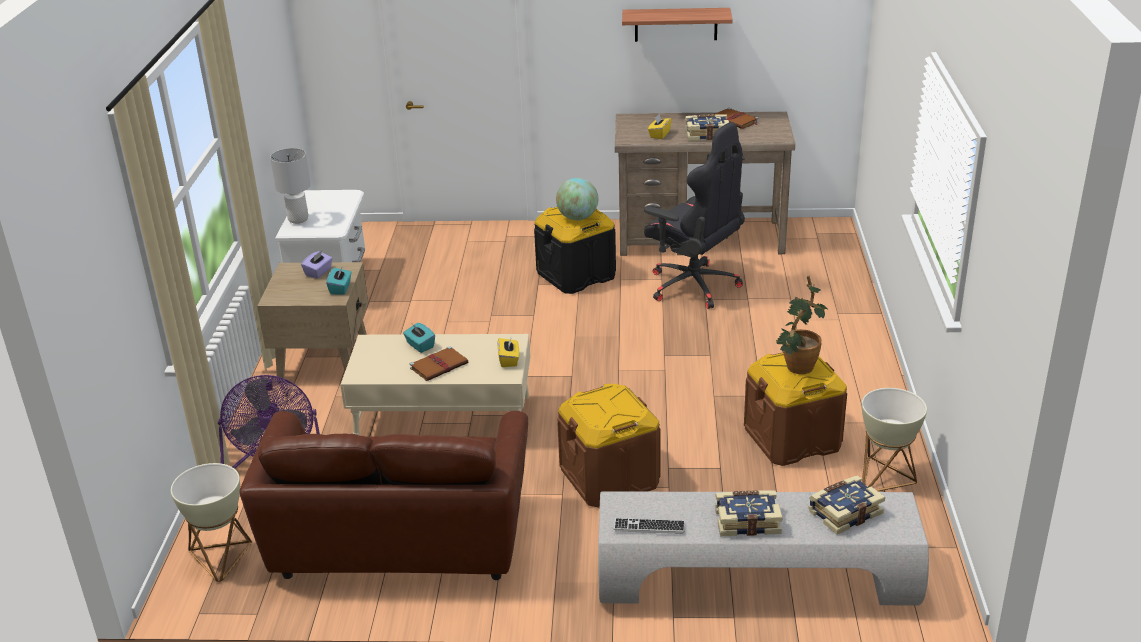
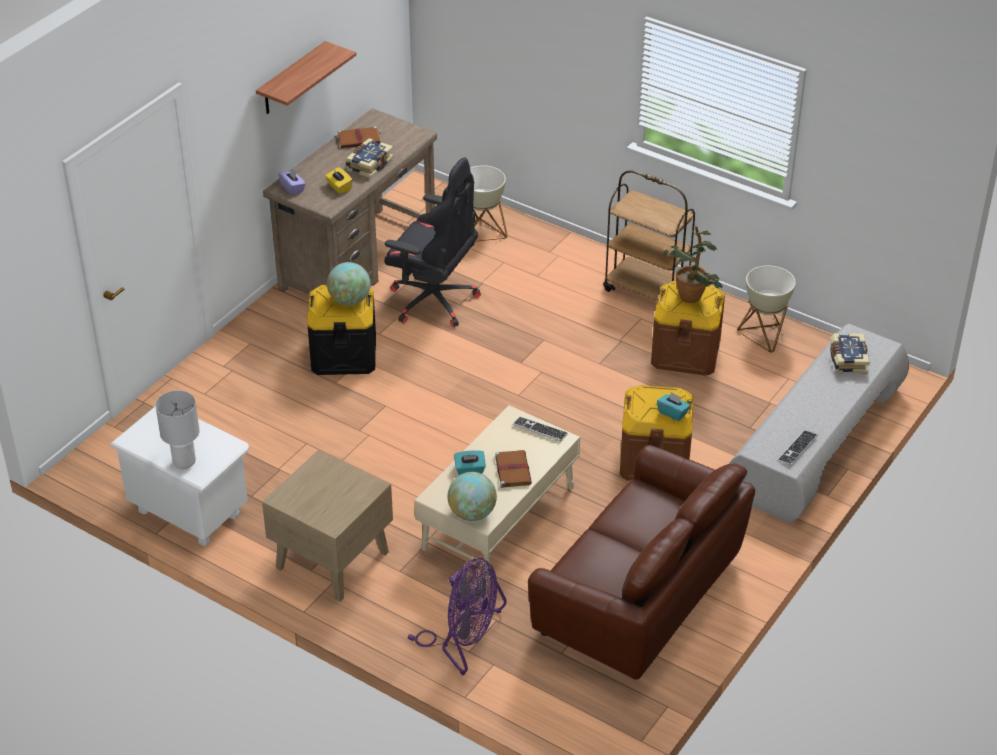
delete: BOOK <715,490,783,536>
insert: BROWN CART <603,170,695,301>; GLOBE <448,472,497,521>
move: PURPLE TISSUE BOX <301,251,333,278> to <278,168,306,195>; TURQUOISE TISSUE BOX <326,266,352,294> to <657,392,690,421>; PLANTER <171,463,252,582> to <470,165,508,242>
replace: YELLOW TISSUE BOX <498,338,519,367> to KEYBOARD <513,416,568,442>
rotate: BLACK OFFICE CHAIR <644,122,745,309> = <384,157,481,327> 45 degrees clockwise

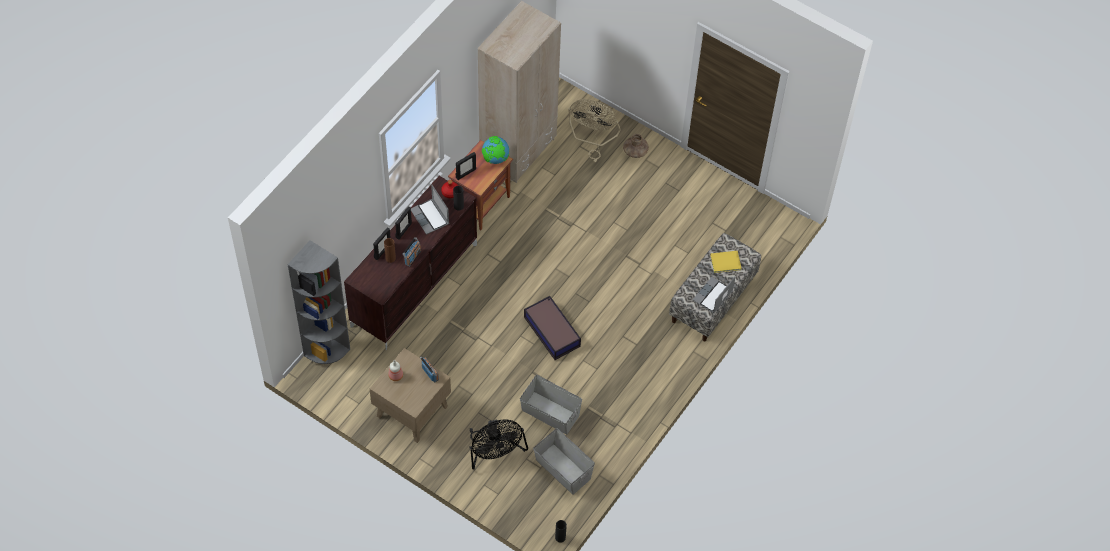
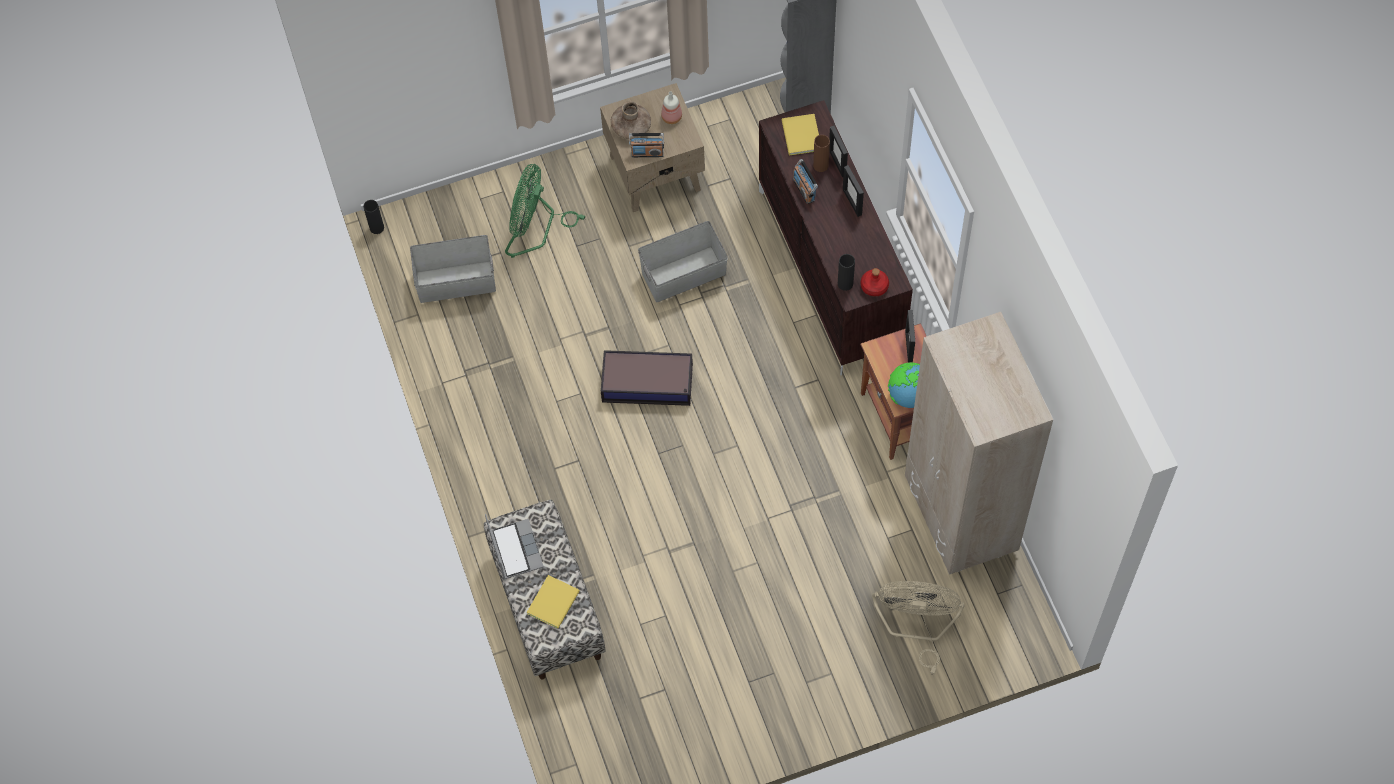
delete: LAPTOP <411,184,449,235>
insert: YELLOW BOOK <782,114,819,155>
move: BROWN VASE <623,134,649,158> to <610,101,651,139>; GREY STORAGE BOX <520,375,582,434> to <638,221,728,302>
recolor: BLACK FAN <469,419,528,470> to GREEN FAN <505,164,585,258>
rotate: BEIGE FAN <568,99,621,163> = <872,581,965,674> 135 degrees counterclockwise

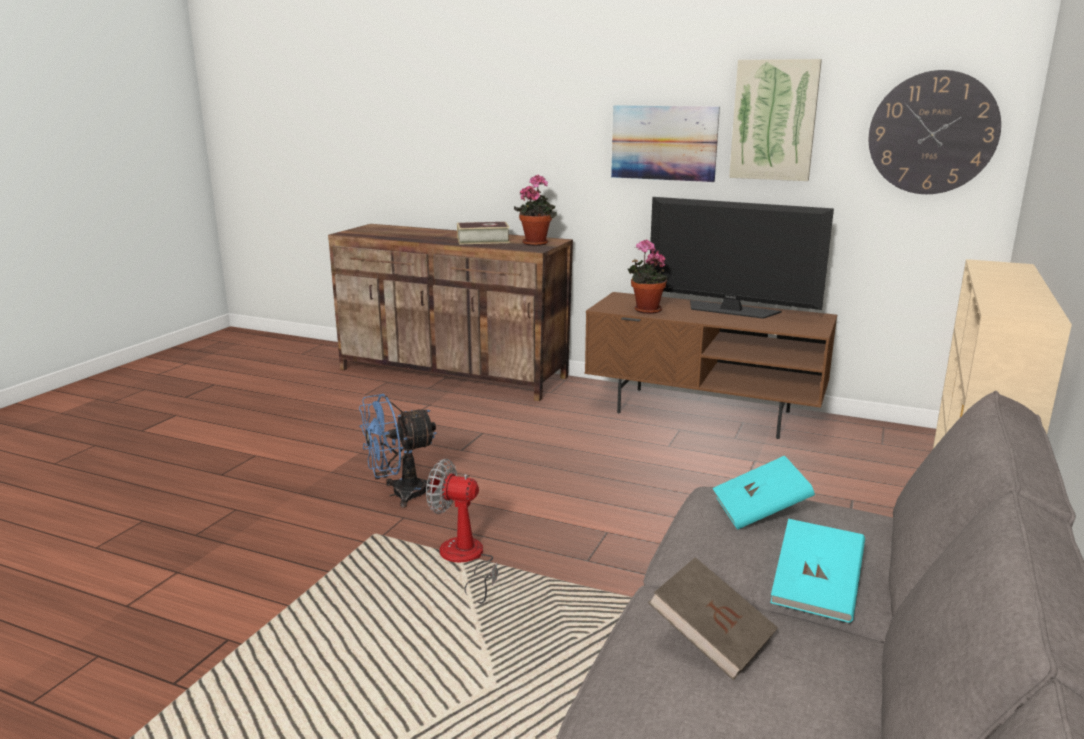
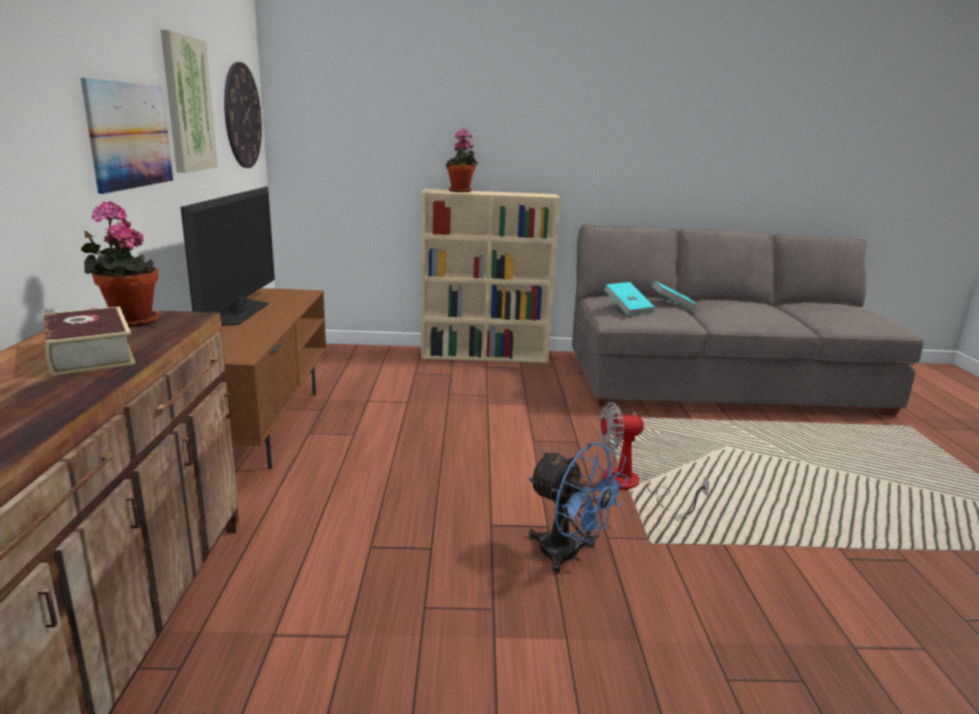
delete: BROWN BOOK <648,557,778,680>
move: POTTED PLANT <627,239,668,314> to <445,128,478,192>
rotate: FAN <426,459,498,604> = <600,402,709,514> 90 degrees clockwise

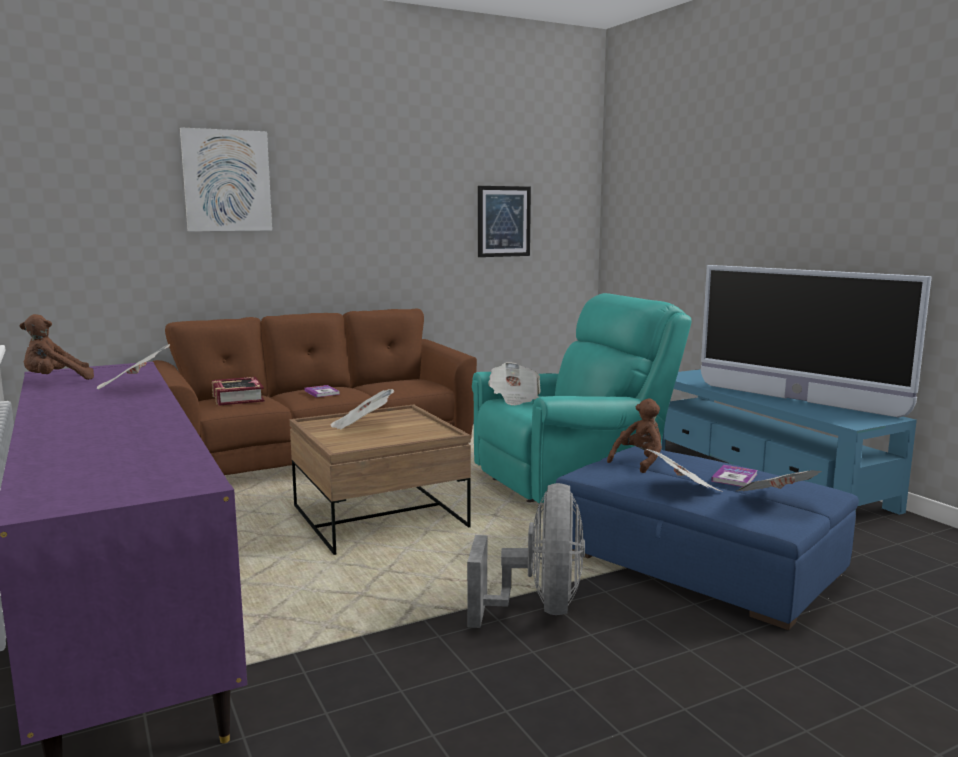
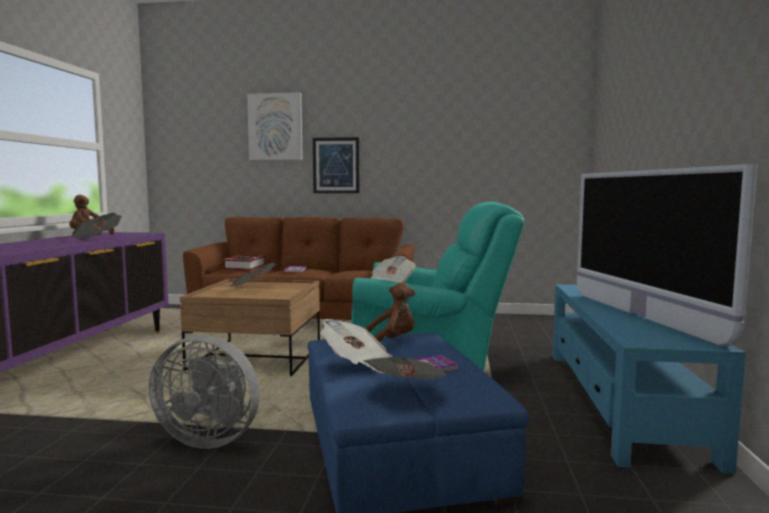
move: PICTURE <478,186,531,257> to <313,137,359,193>
rotate: GREY FAN <467,483,585,628> = <149,335,260,449> 60 degrees clockwise

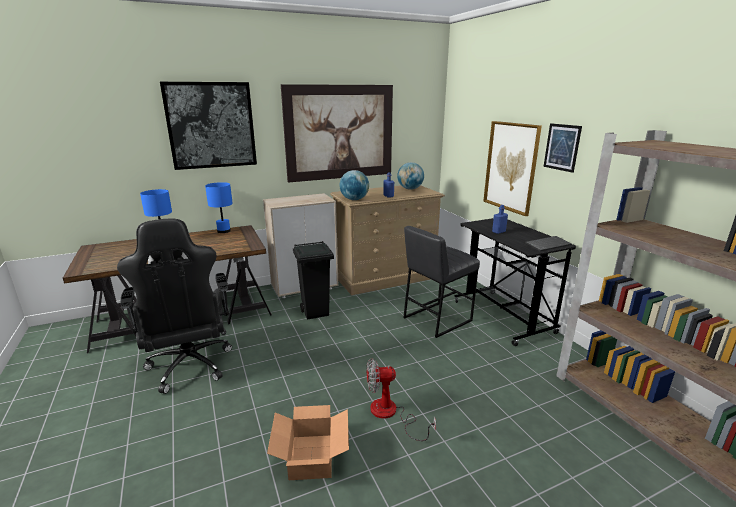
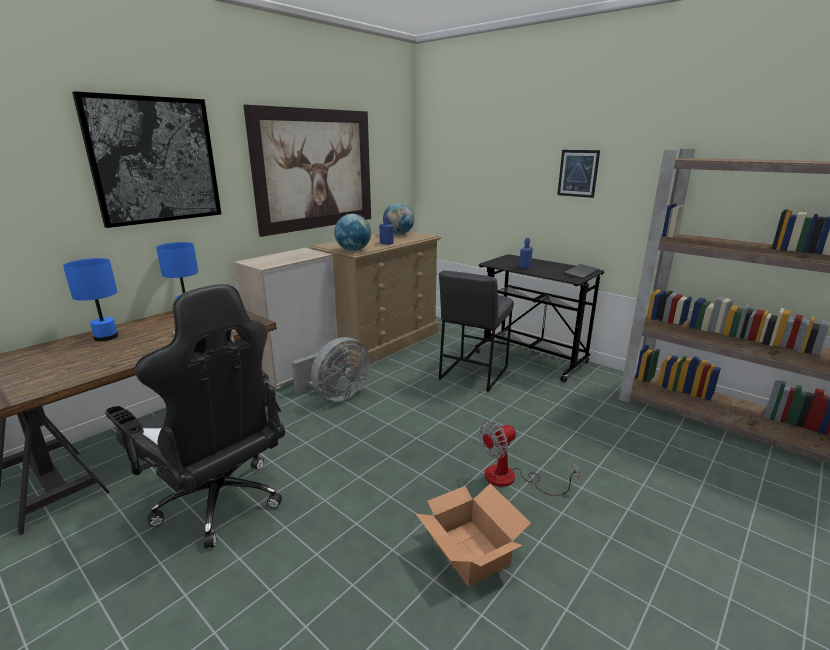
delete: PICTURE <483,121,542,216>
replace: BLACK TRASH CAN <293,241,334,320> to GREY FAN <292,337,370,402>

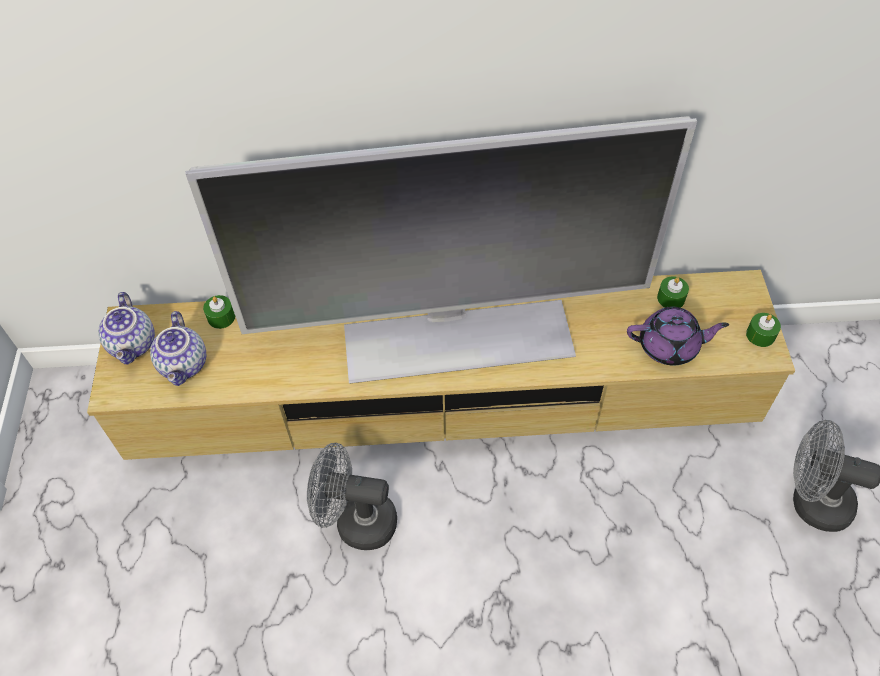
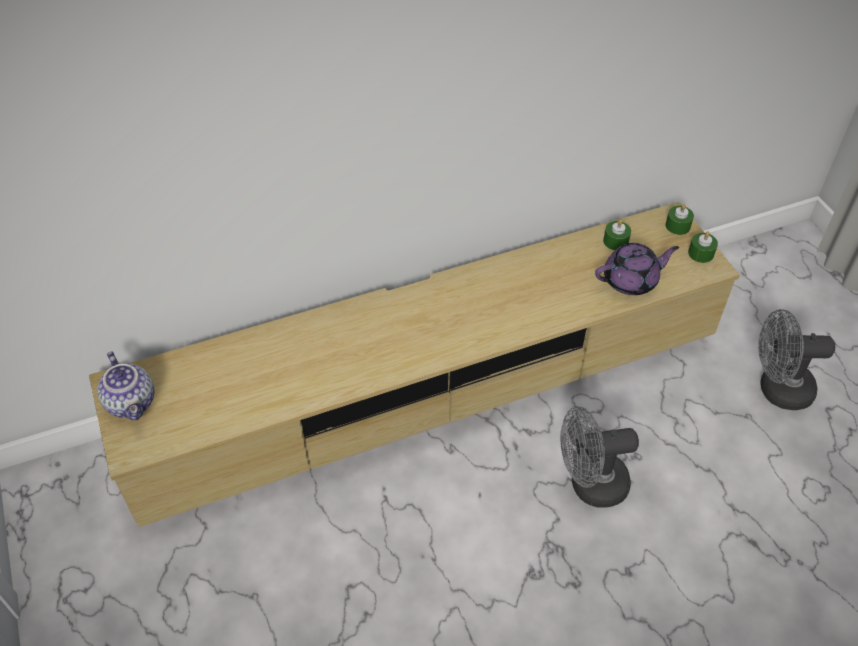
delete: TELEVISION <186,116,697,384>; TEAPOT <150,311,206,386>
move: GREEN CANDLE <203,295,235,329> to <665,204,694,235>; GREY FAN <307,443,397,550> to <560,406,639,508>

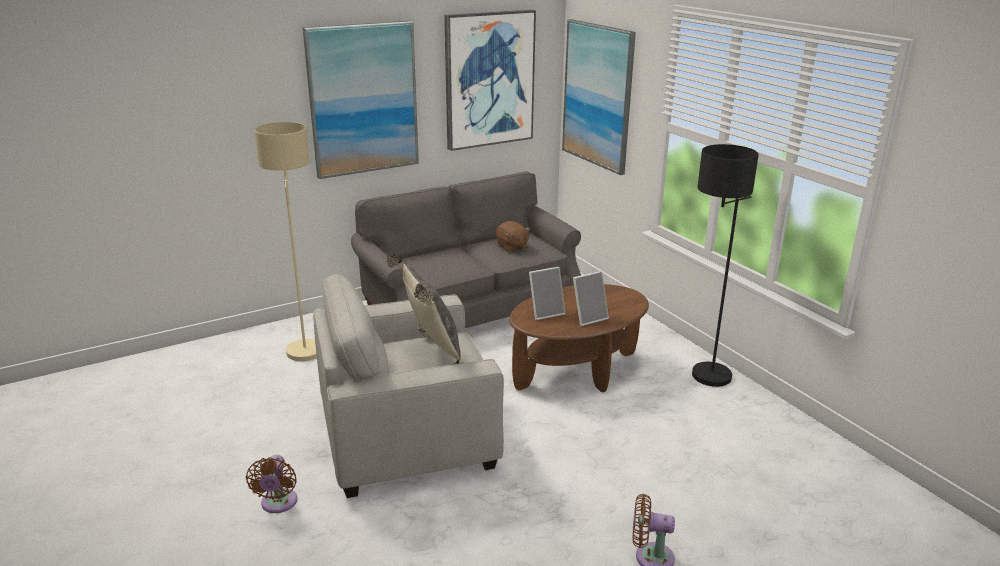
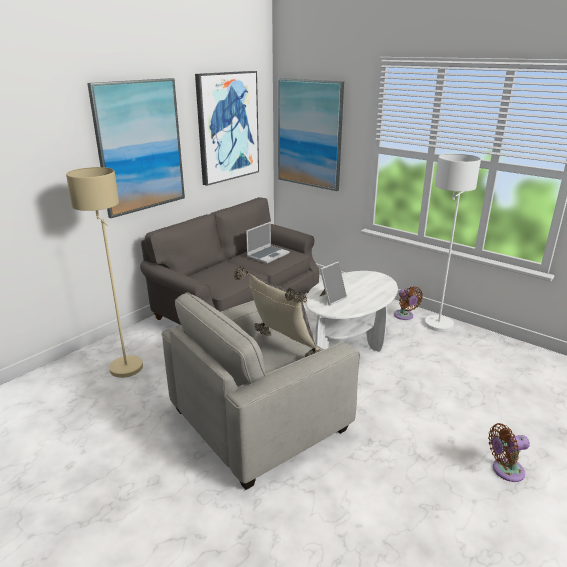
delete: PICTURE FRAME <573,271,609,326>
move: BROWN FAN <246,455,297,513> to <394,287,423,320>
replace: BROWN PLUSH TOY <496,221,530,253> to LAPTOP <246,222,290,263>
recolor: BLACK FLOOR LAMP <692,144,759,387> to WHITE FLOOR LAMP <424,154,481,332>; BROWN COFFEE TABLE <509,284,649,392> to WHITE COFFEE TABLE <305,271,398,352>

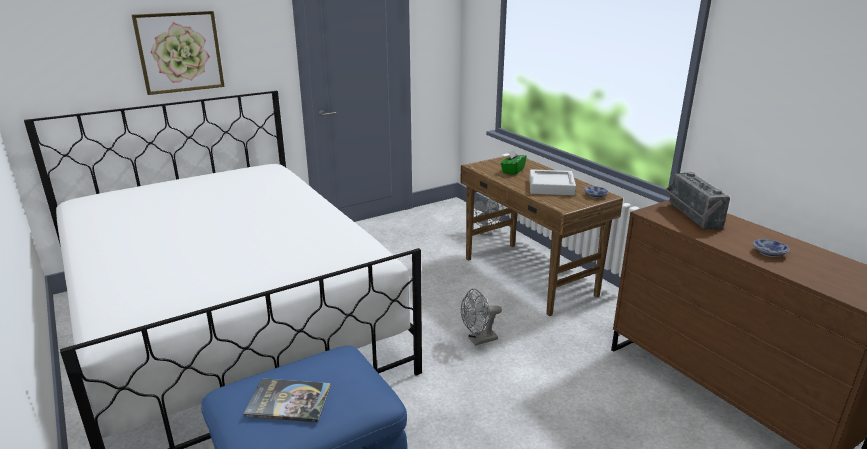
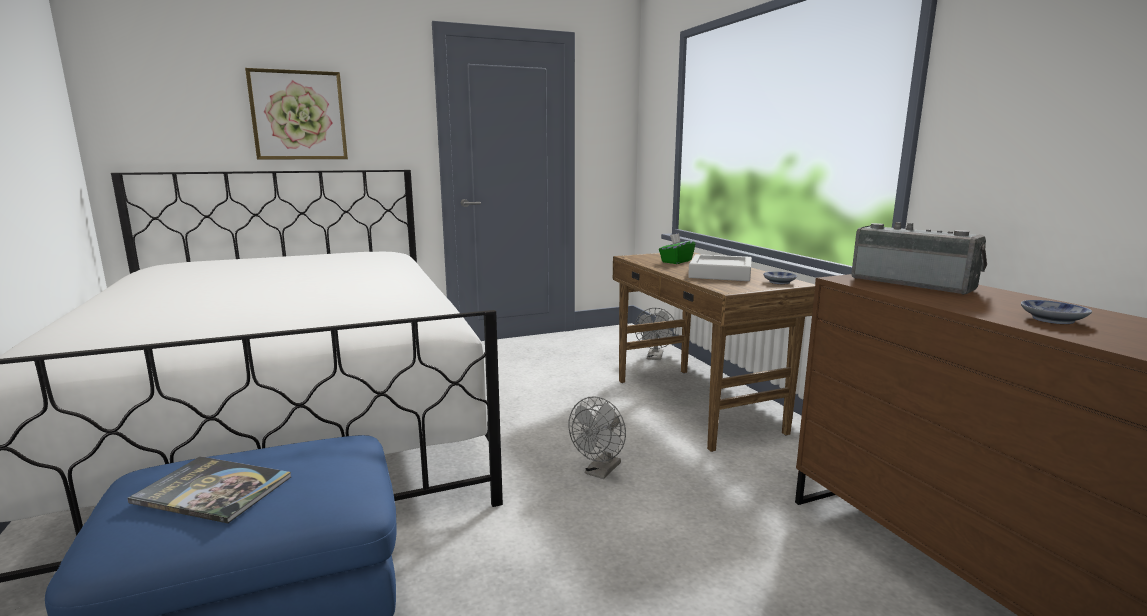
rotate: RADIO <665,172,730,229> = <851,222,987,295> 135 degrees clockwise; GREY FAN <461,289,502,346> = <568,396,626,479> 45 degrees counterclockwise

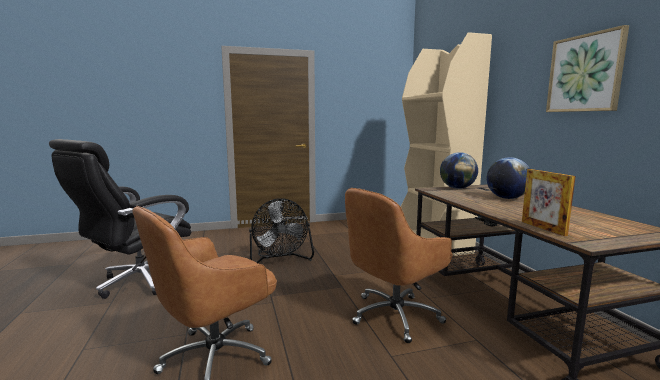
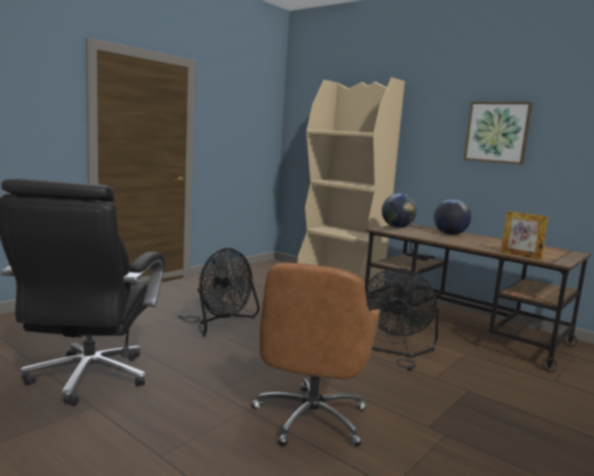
replace: BROWN OFFICE CHAIR <345,188,453,343> to BLACK FAN <365,268,439,371>

